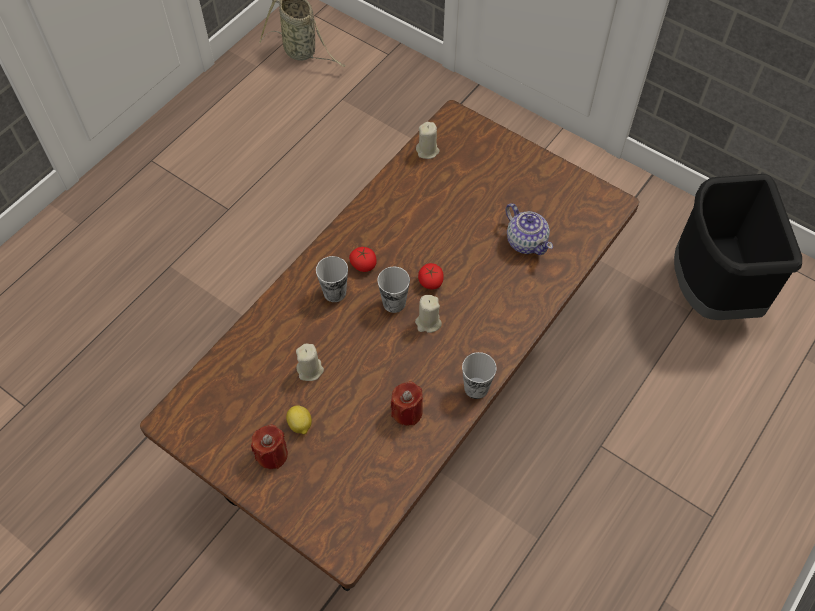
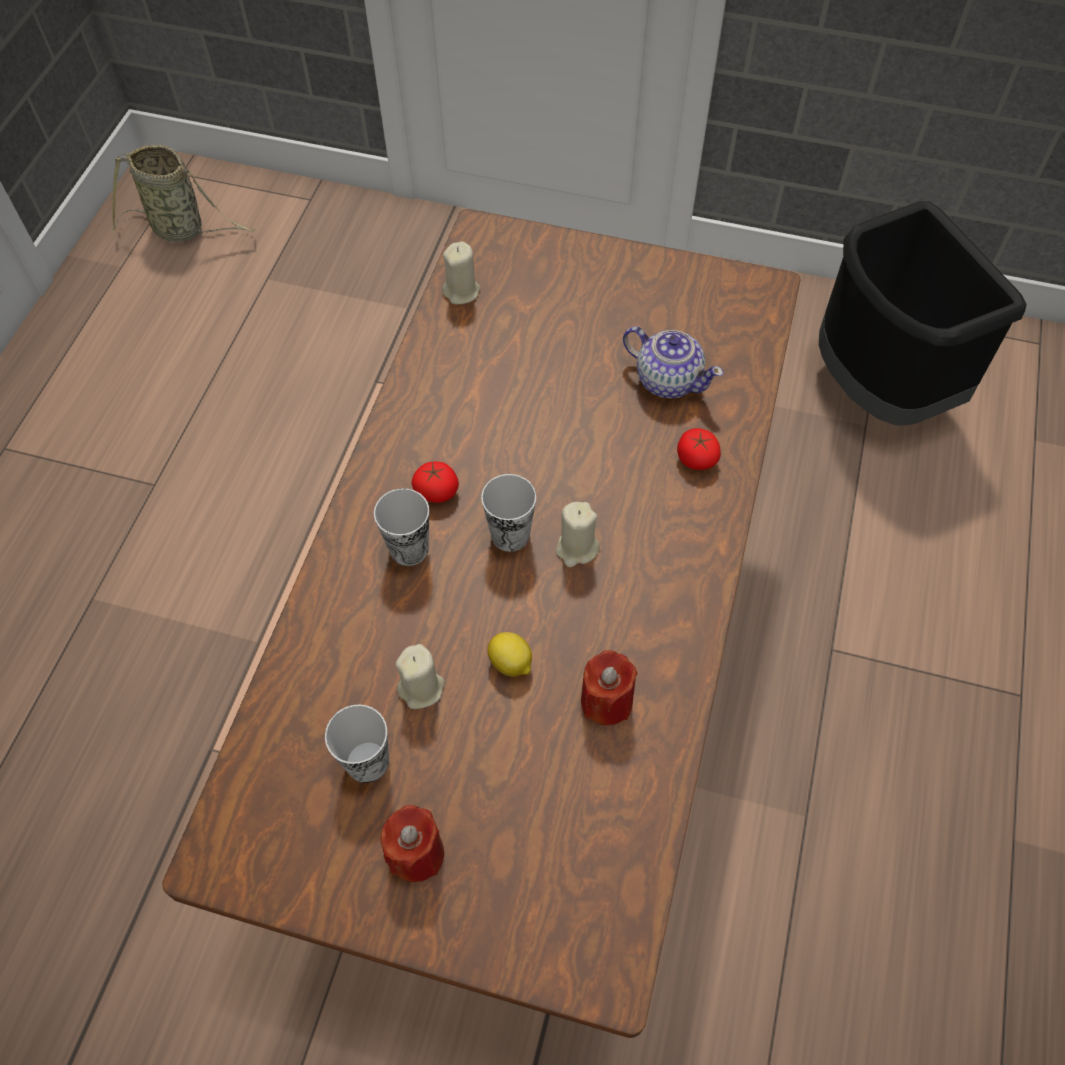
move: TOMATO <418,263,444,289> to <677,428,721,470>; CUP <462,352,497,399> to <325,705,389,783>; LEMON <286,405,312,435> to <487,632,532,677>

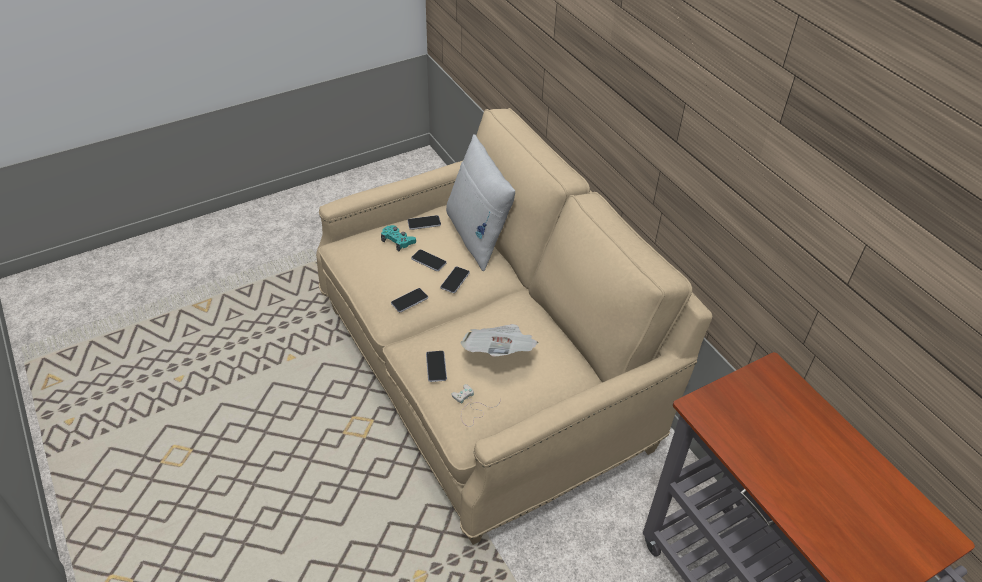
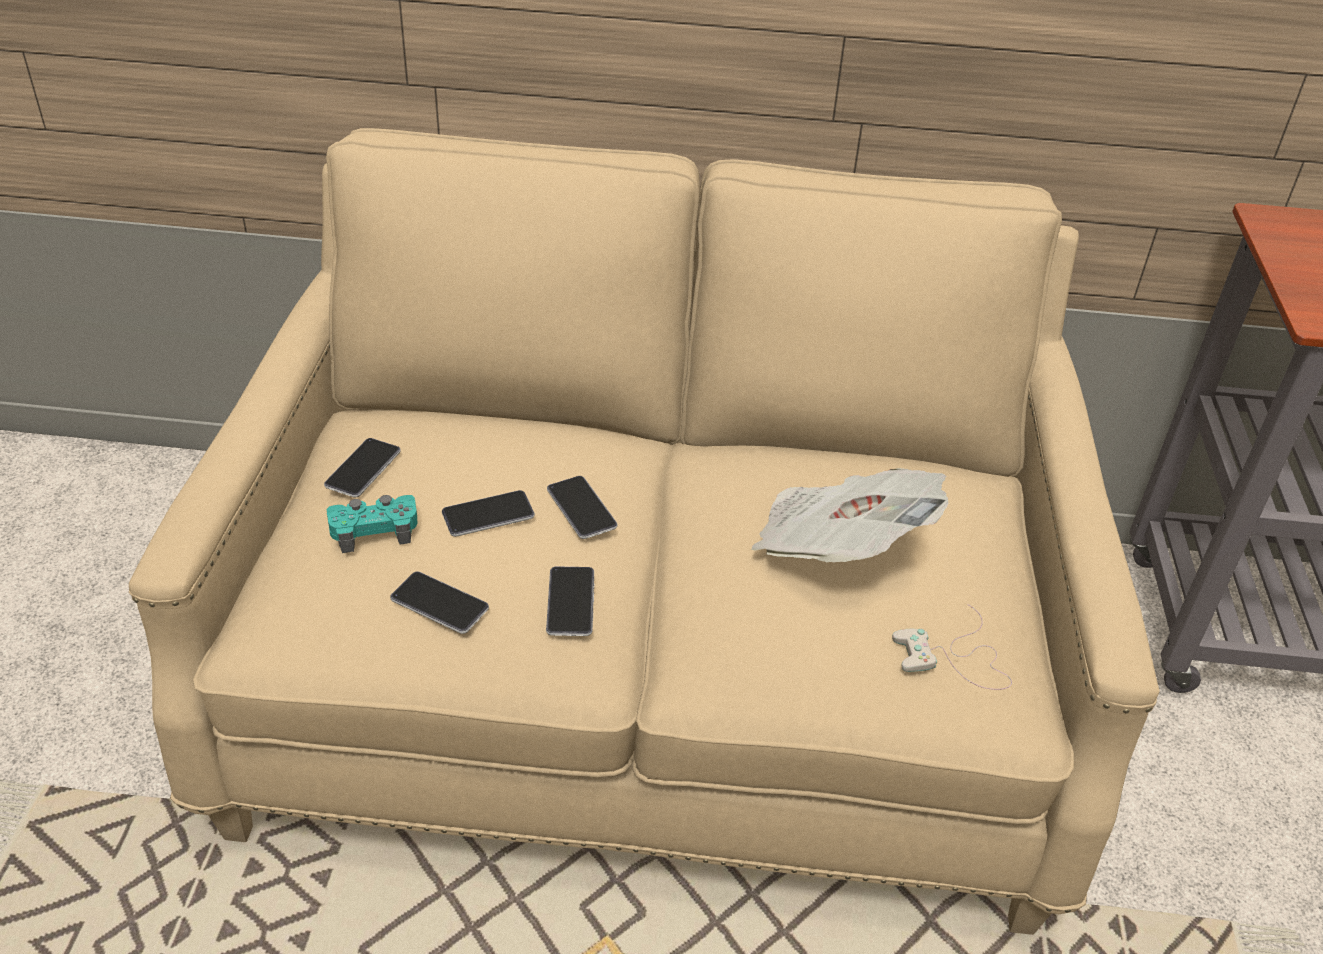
delete: GREY PILLOW <446,134,515,271>
move: PHONE <426,351,447,382> to <390,572,489,634>

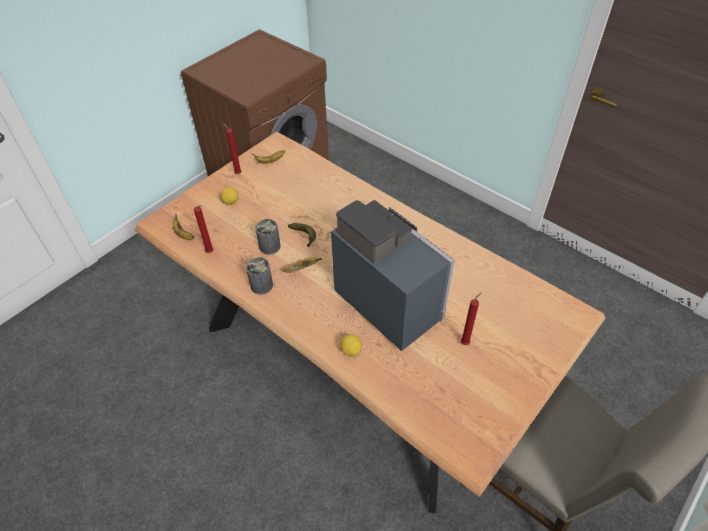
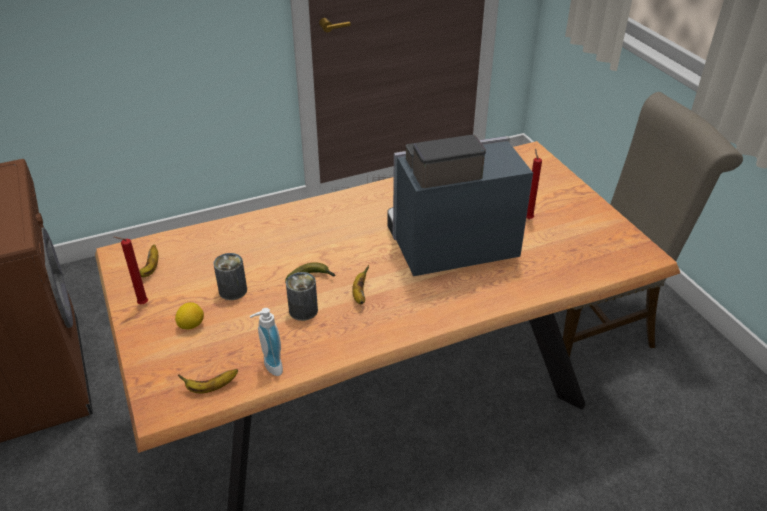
delete: LEMON <340,334,362,357>
move: CAN <246,257,273,294> to <213,253,247,300>
replace: RED CANDLE <194,205,214,253> to SOAP DISPENSER <250,308,283,376>

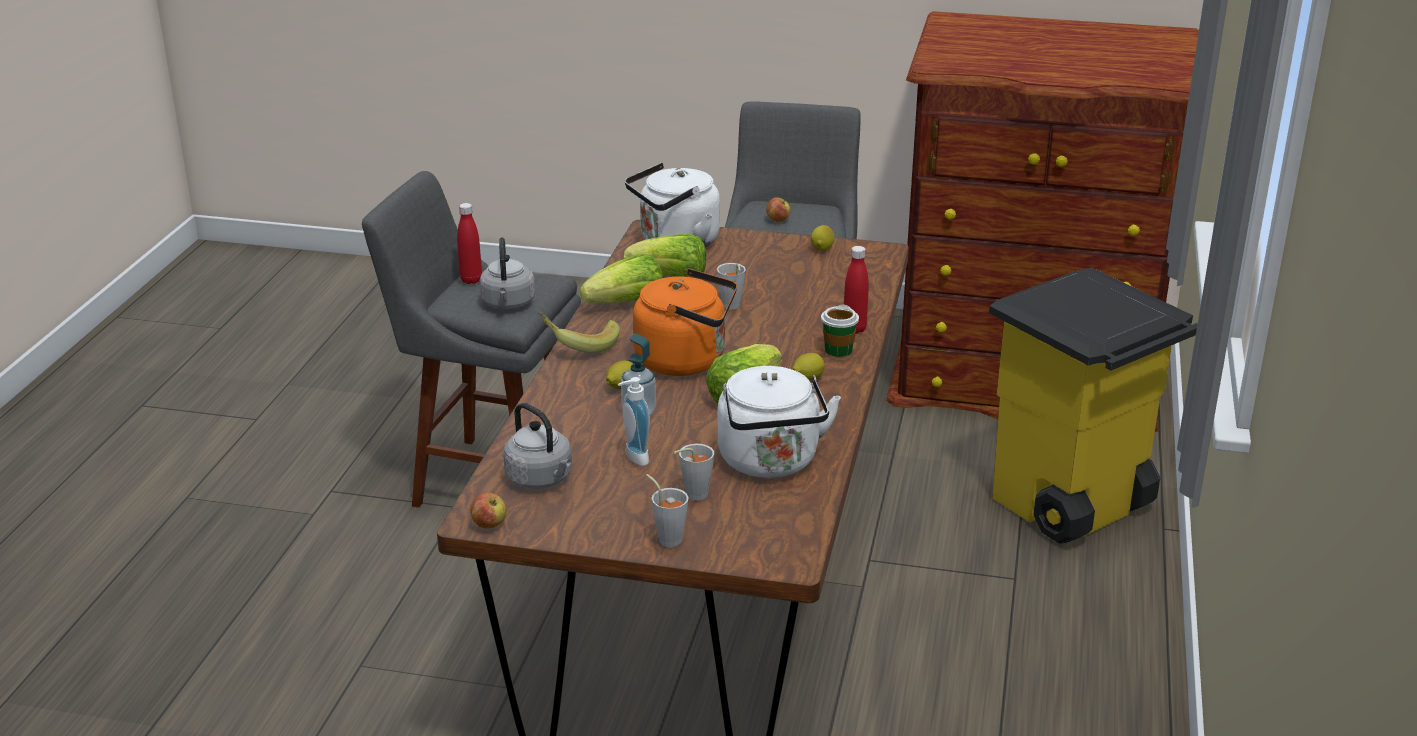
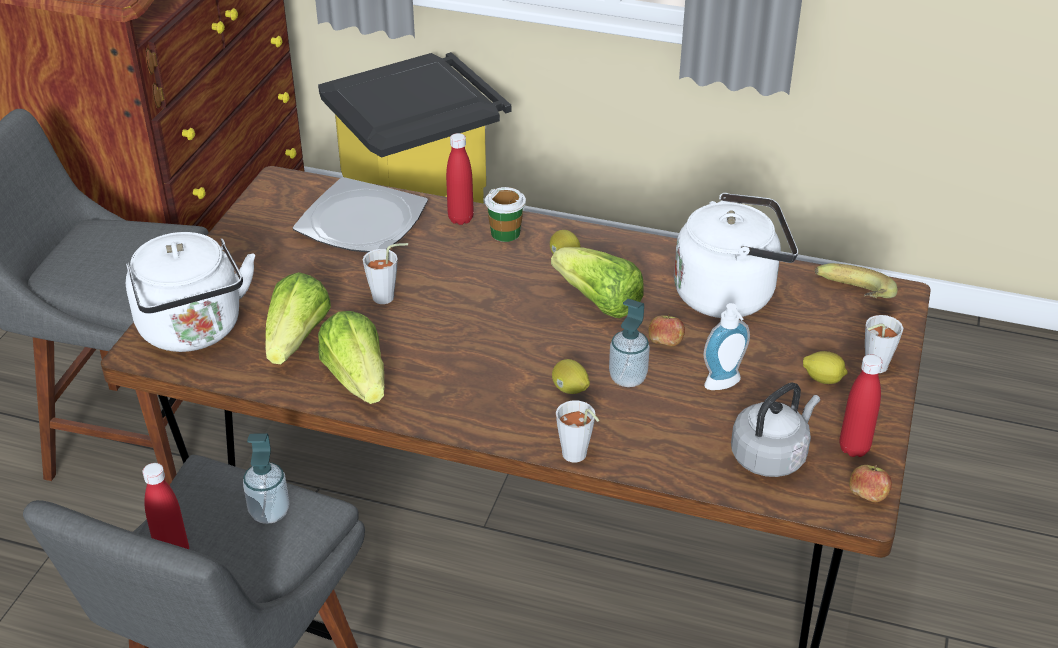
delete: ORANGE KETTLE <633,269,737,376>
insert: PLATE <293,177,428,252>; RED BOTTLE <839,354,882,457>
move: APPLE <766,198,791,222> to <648,313,685,346>; LEMON <811,225,835,251> to <803,351,848,384>; BANANA <539,312,620,353> to <815,263,898,298>; GREY CUP <674,444,714,501> to <556,400,599,463>
replace: GREY KETTLE <480,237,535,309> to SOAP DISPENSER <243,433,289,524>

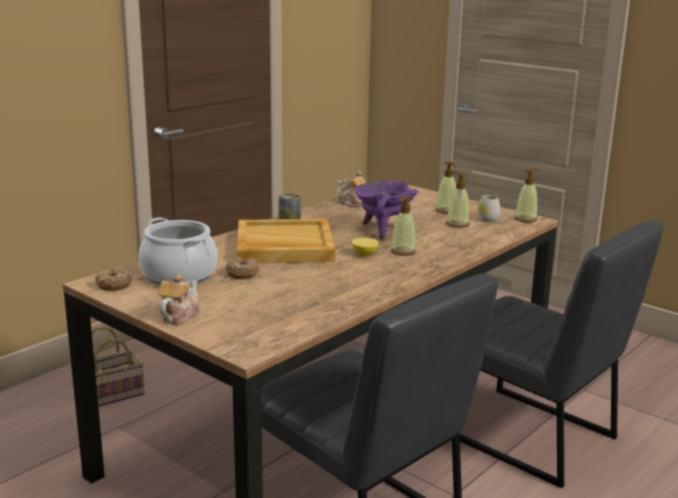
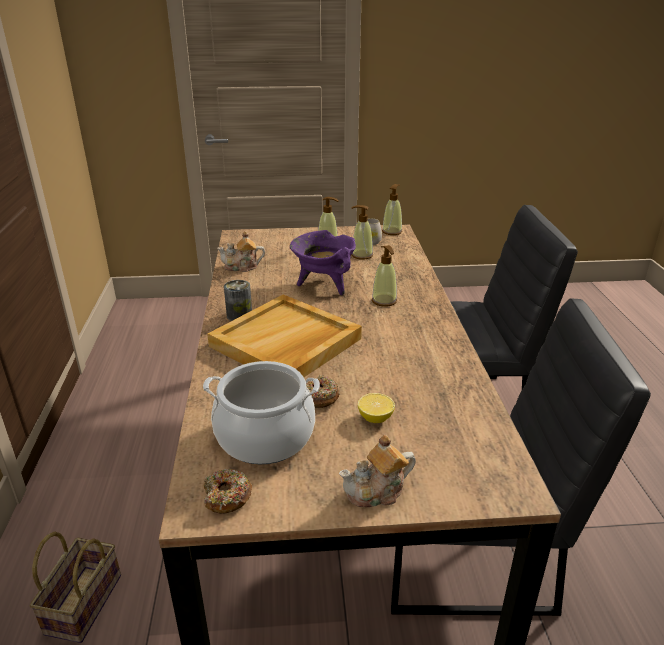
move: LEMON <352,238,379,256> to <358,393,395,423>
rotate: TEAPOT <158,274,200,325> = <339,435,416,507> 90 degrees counterclockwise

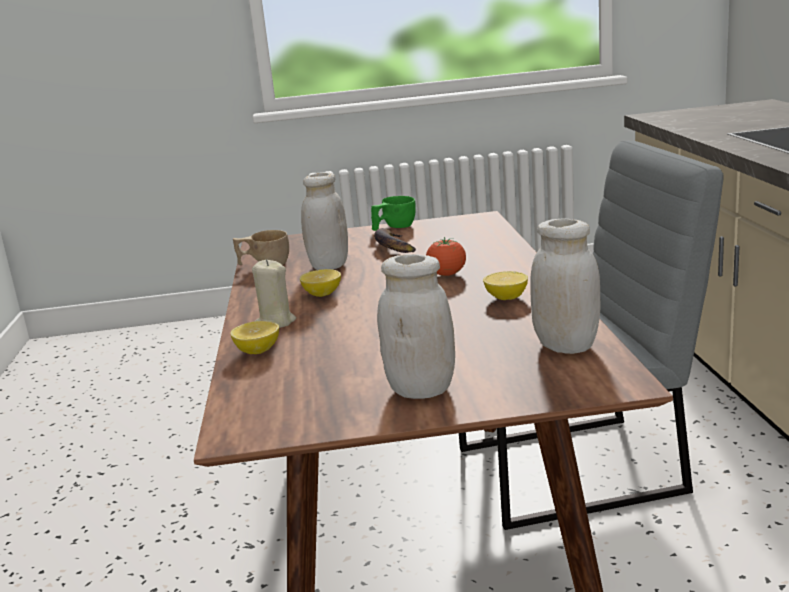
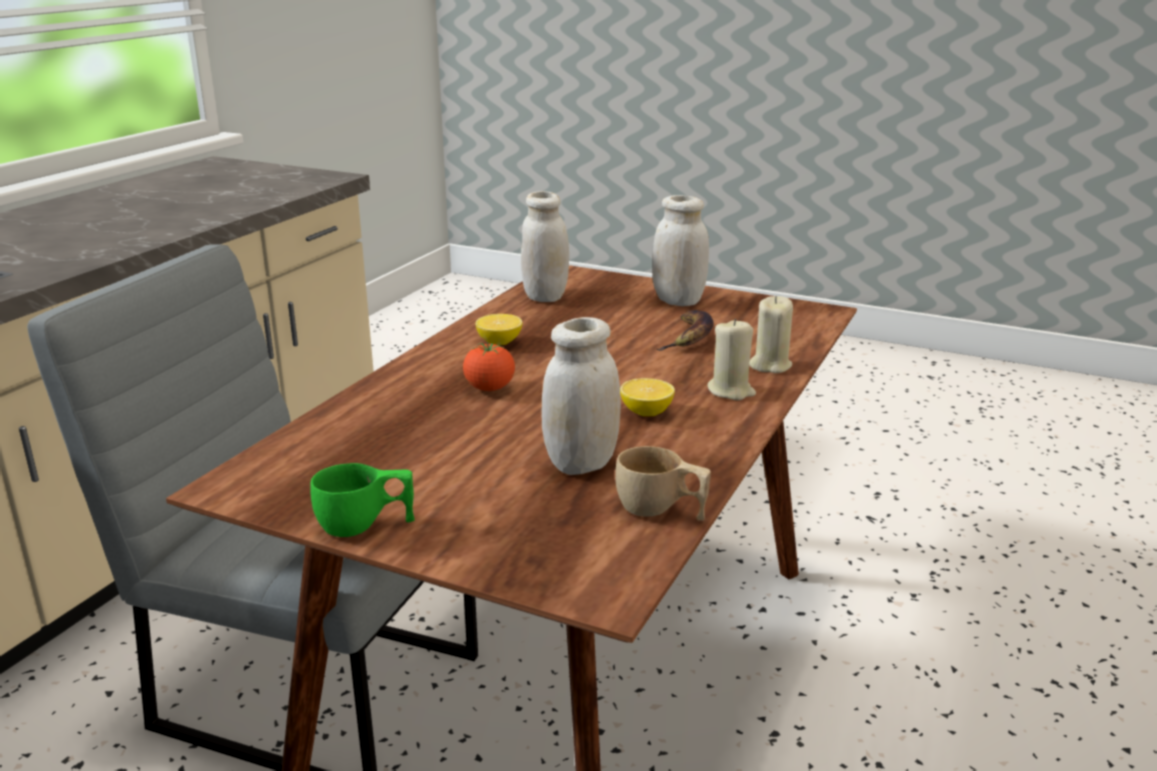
move: BANANA <374,228,416,253> to <657,310,714,351>
replace: LEMON <230,321,279,354> to BEIGE CANDLE <749,296,793,373>

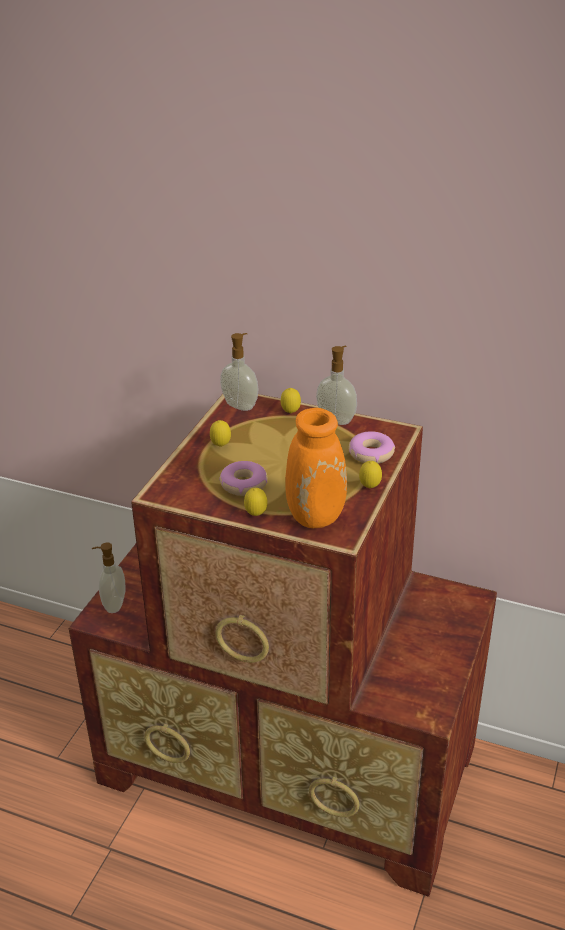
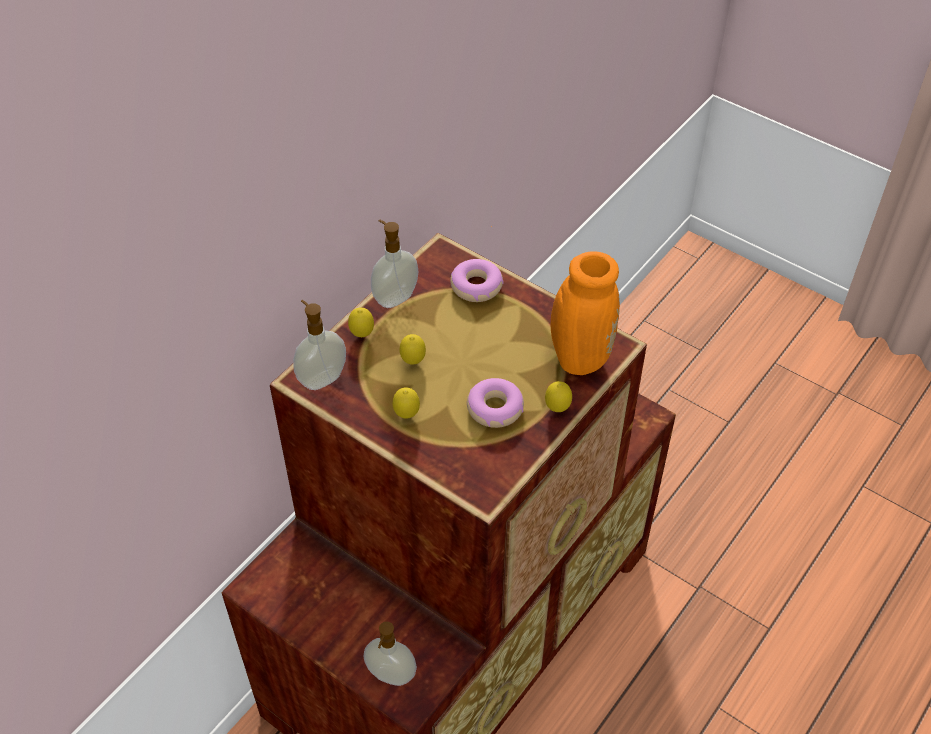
move: LEMON <359,461,382,488> to <399,334,426,365>

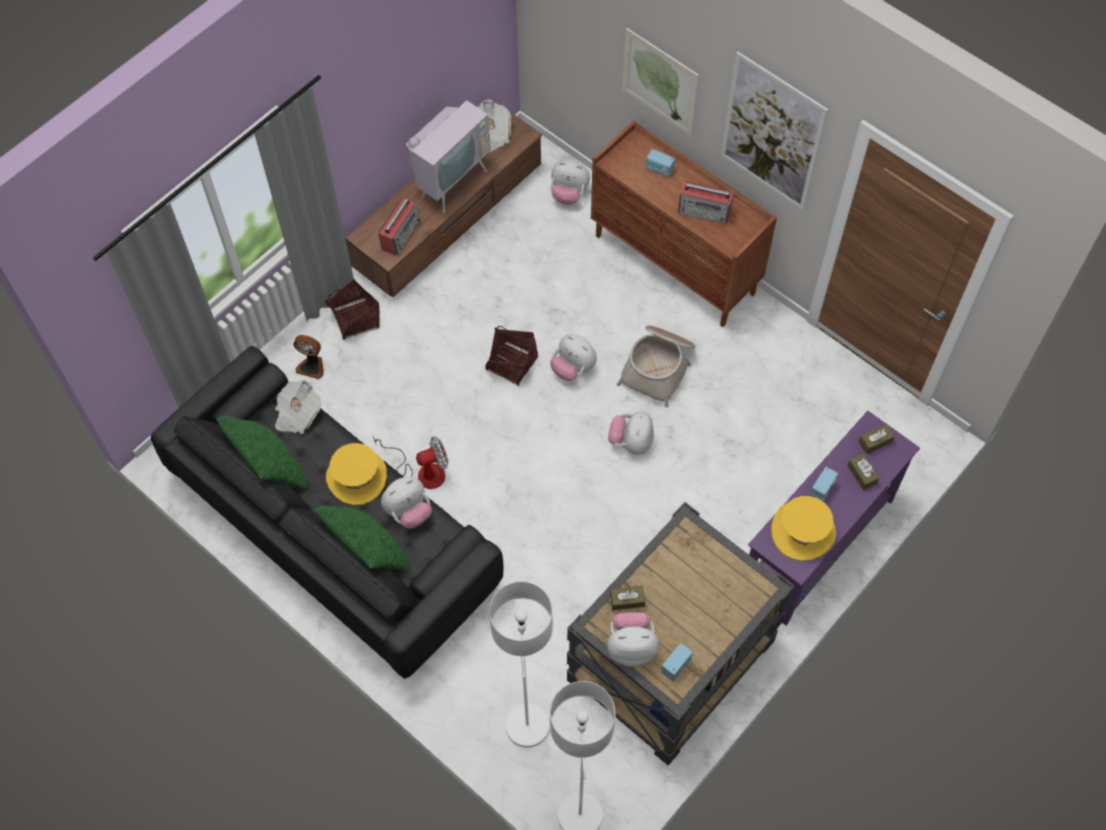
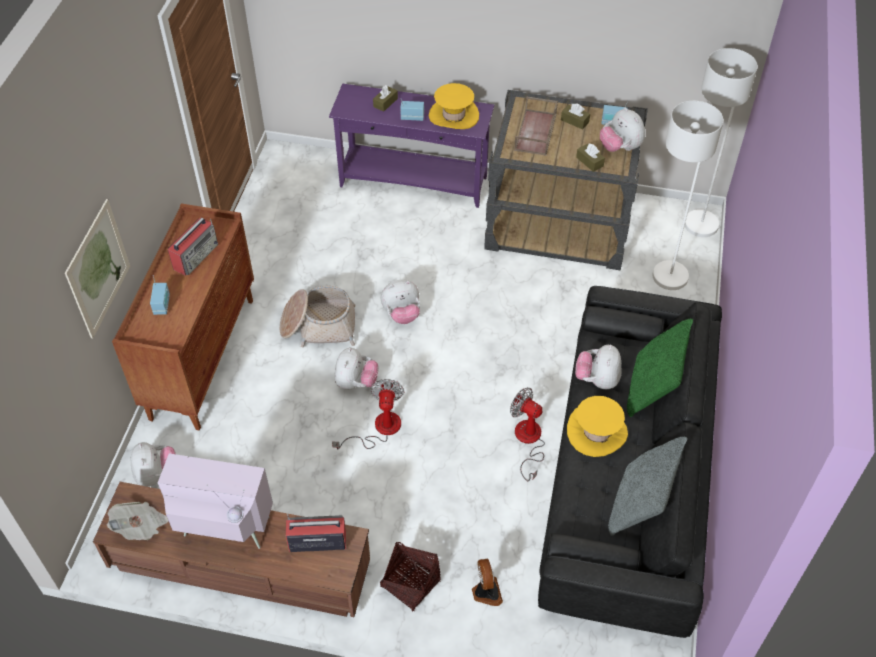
delete: PICTURE <721,51,828,210>; NEWSPAPER <275,380,321,434>
insert: BROWN TRAY <514,97,558,156>
move: BROWN TISSUE BOX <858,424,895,454> to <561,104,590,129>
replace: BASKET <485,326,538,386> to FAN <332,379,404,450>
recolor: GREEN PILLOW <216,416,307,489> to GREY PILLOW <608,436,687,536>
rotate: RADIO <678,181,734,224> = <168,217,218,276> 45 degrees clockwise; PLUSH TOY <381,477,432,529> = <575,345,621,389> 105 degrees counterclockwise

